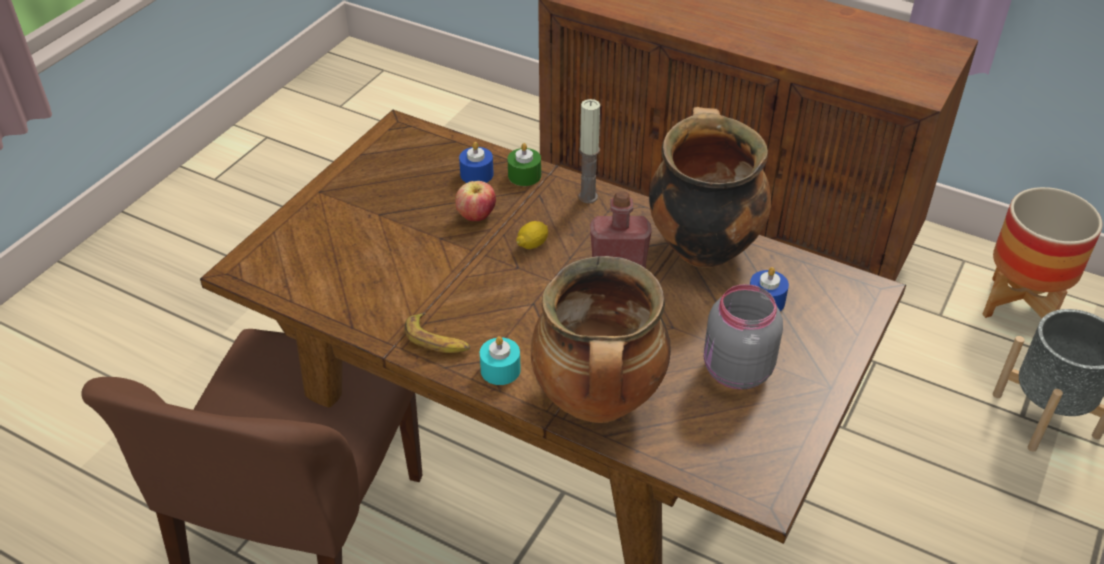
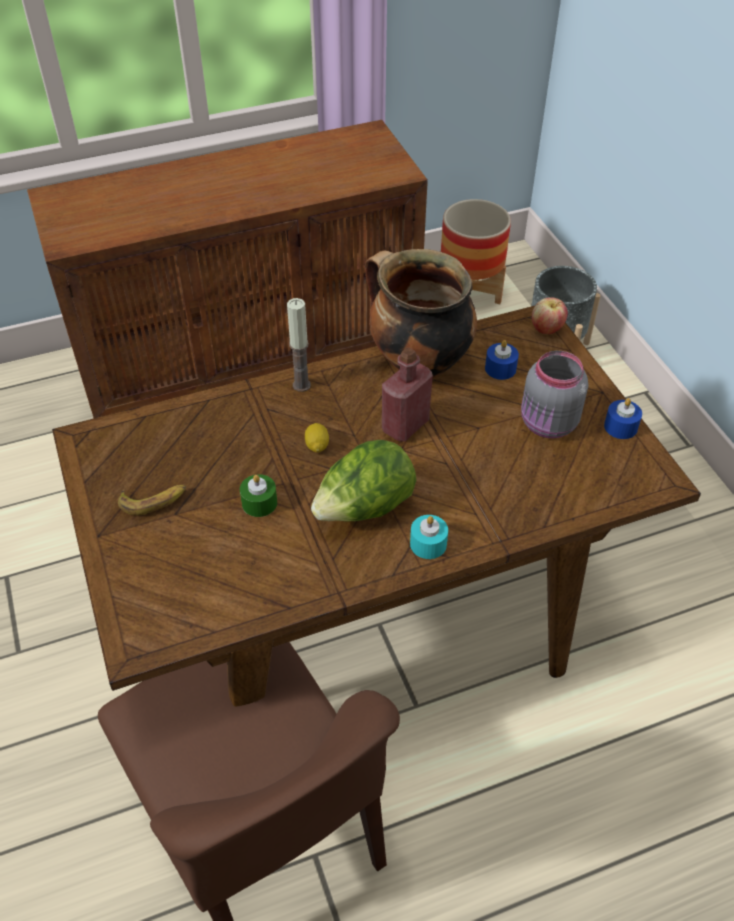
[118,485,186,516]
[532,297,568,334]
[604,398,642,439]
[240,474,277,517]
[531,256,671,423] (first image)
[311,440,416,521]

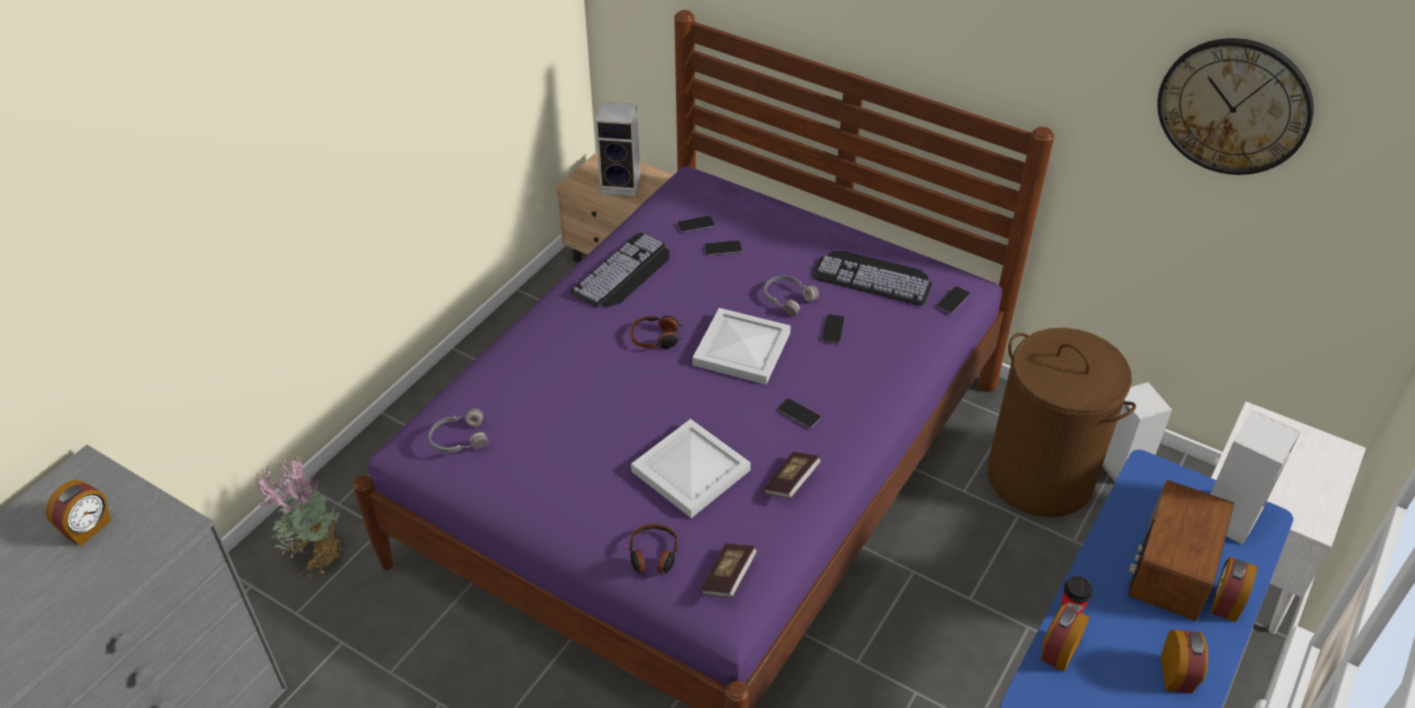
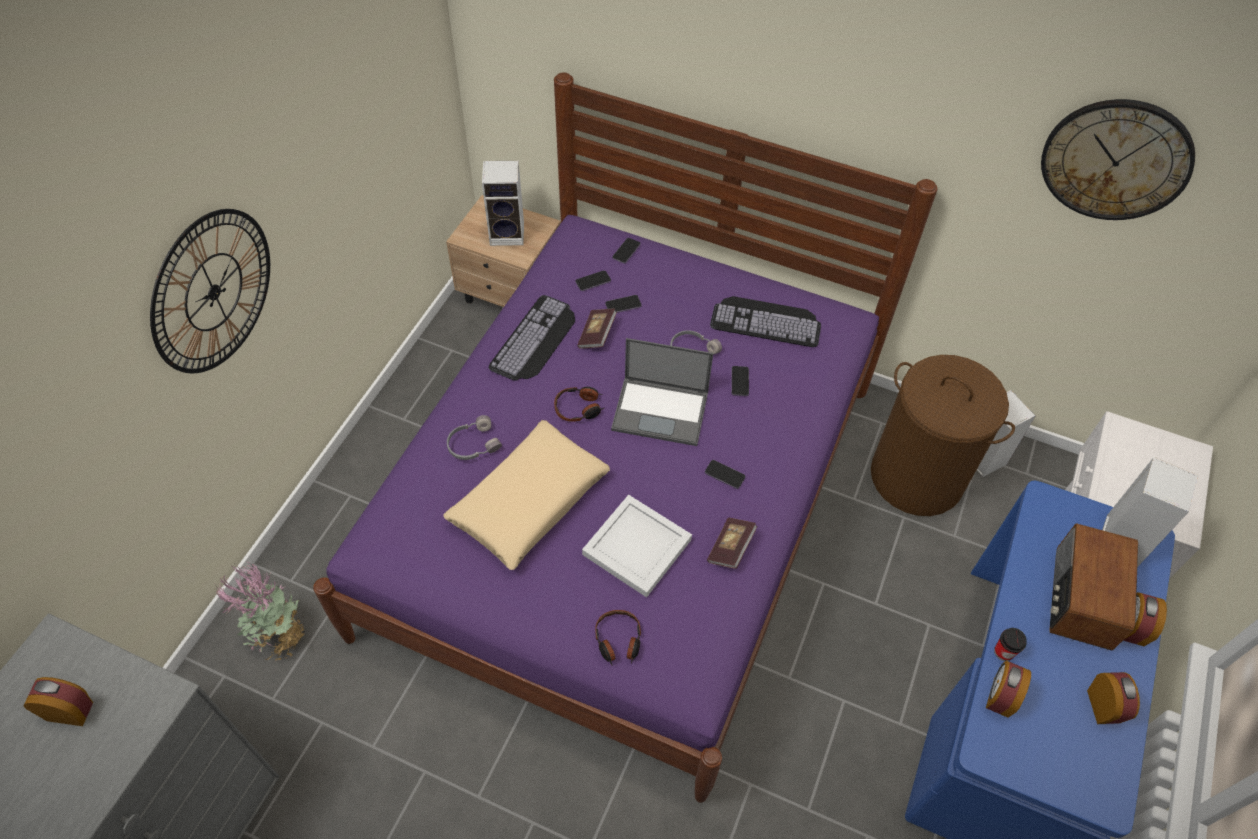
[23,677,93,726]
[447,415,502,460]
[611,338,713,446]
[577,309,617,349]
[612,238,640,264]
[150,209,270,373]
[443,420,610,570]

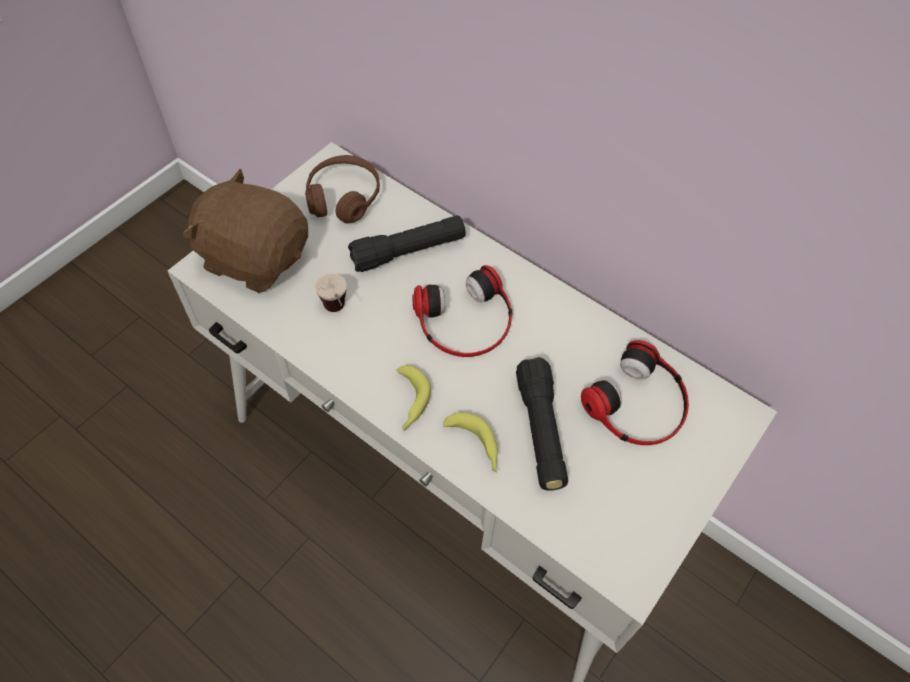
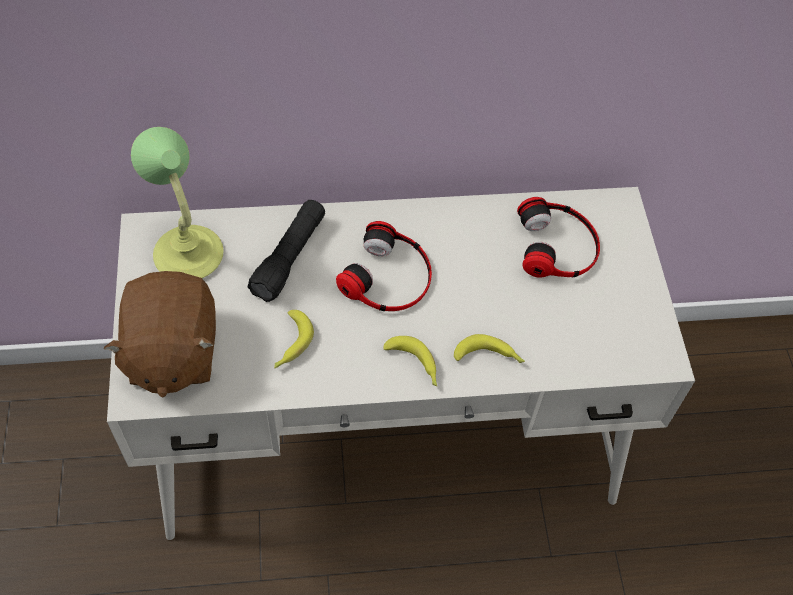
[104,271,216,397]
[131,127,224,278]
[274,310,314,368]
[516,357,568,491] (first image)

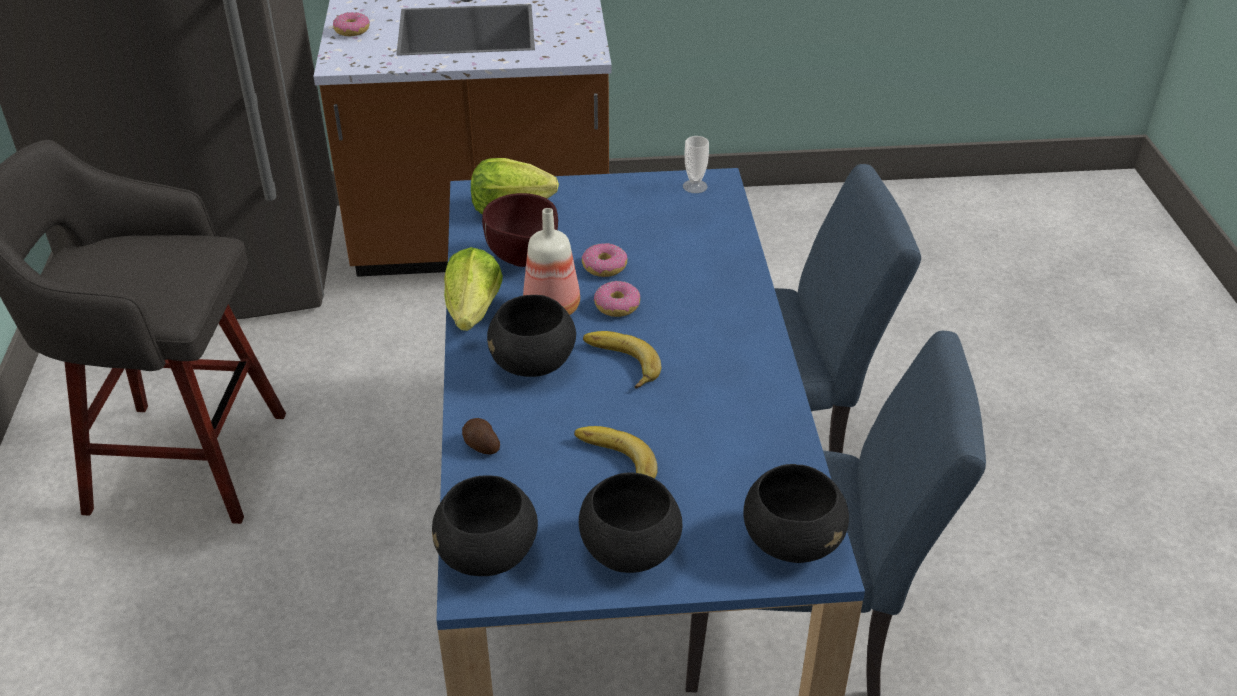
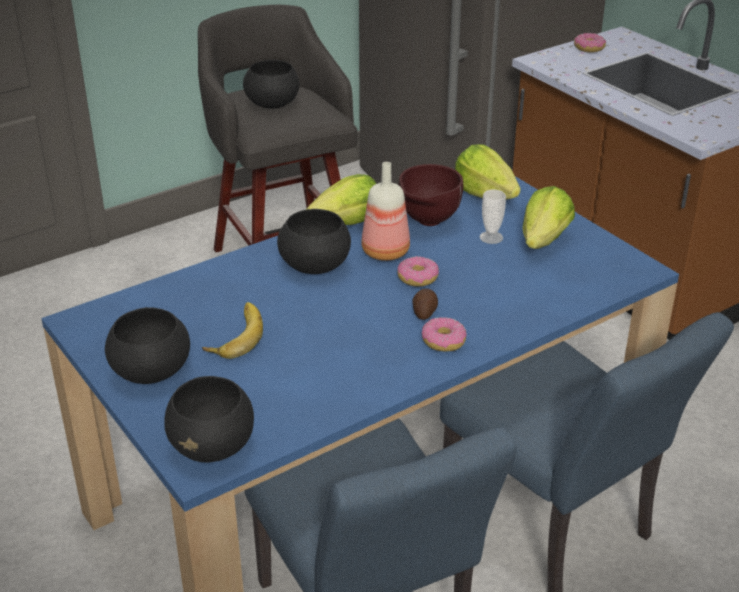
[243,60,300,108]
[412,288,438,320]
[422,317,466,351]
[583,331,661,388] (first image)
[480,189,506,244]
[523,186,575,249]

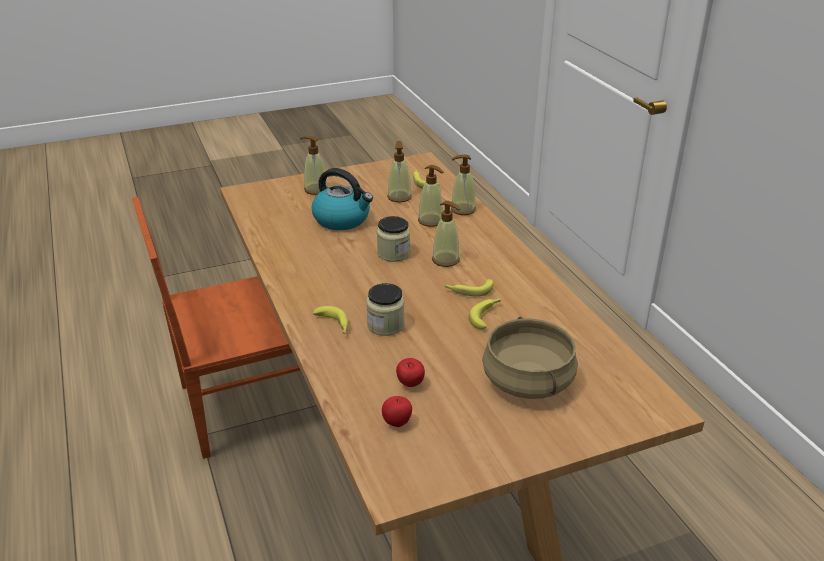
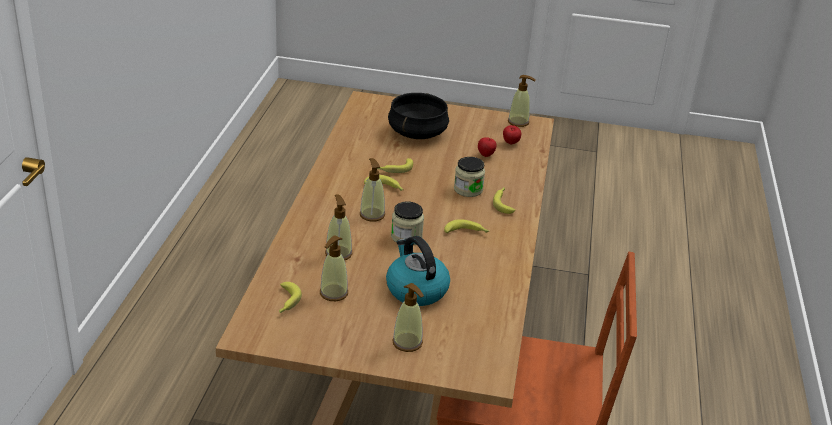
[508,75,536,127]
[388,93,449,139]
[444,219,489,233]

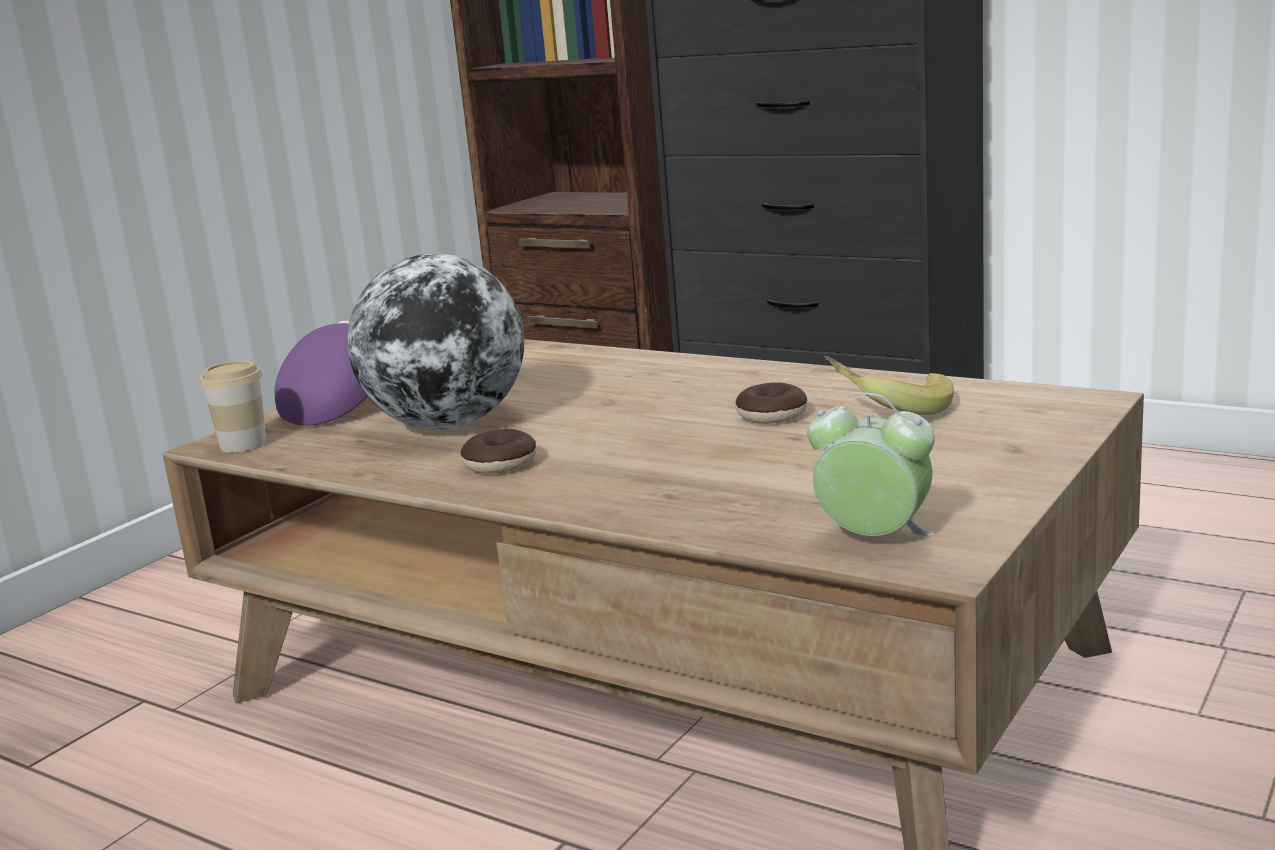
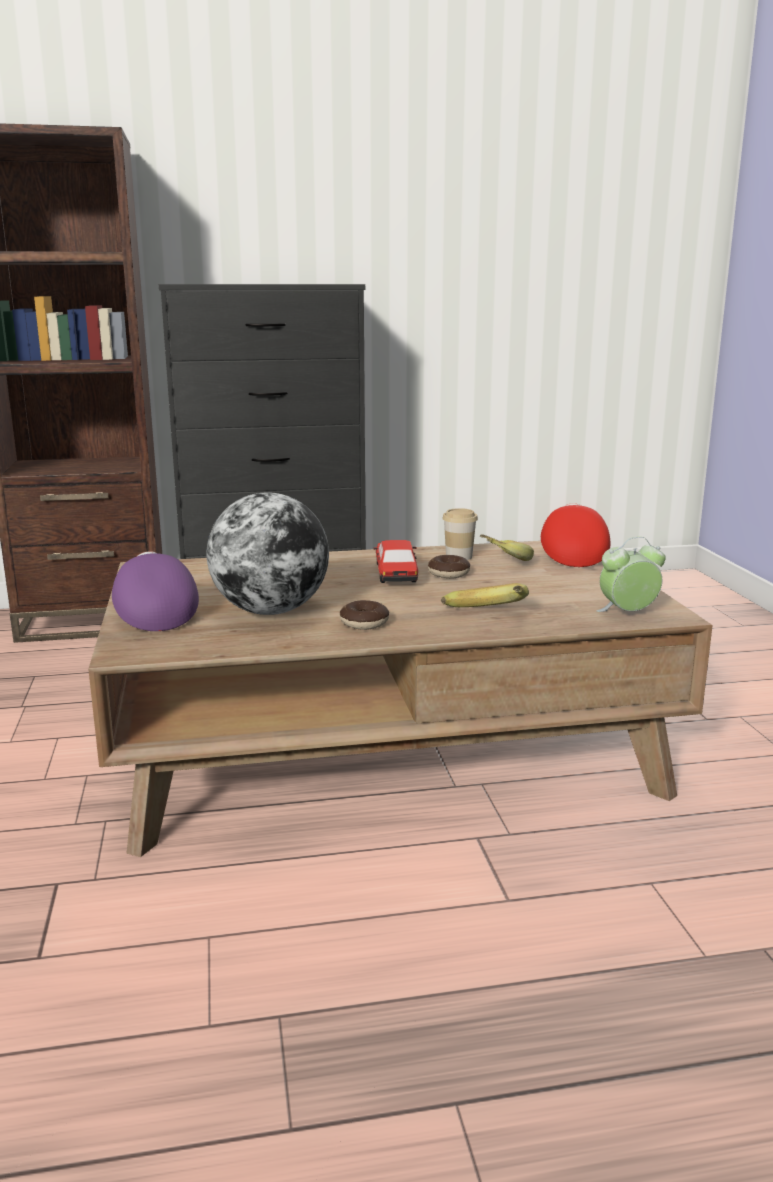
[442,508,478,560]
[373,540,418,583]
[441,583,529,607]
[541,503,611,567]

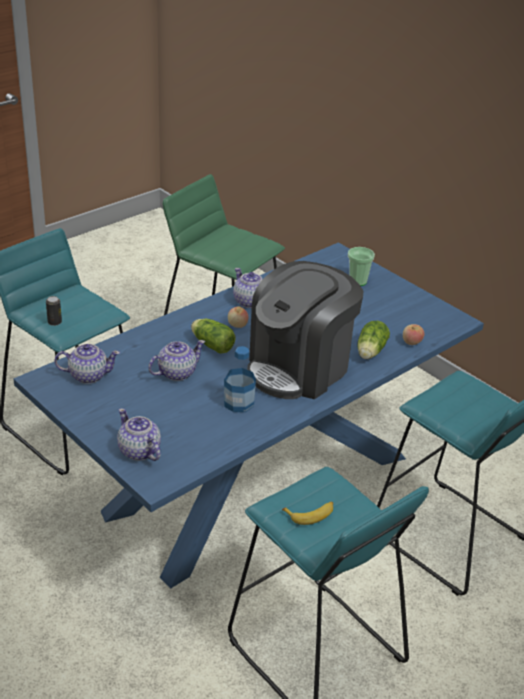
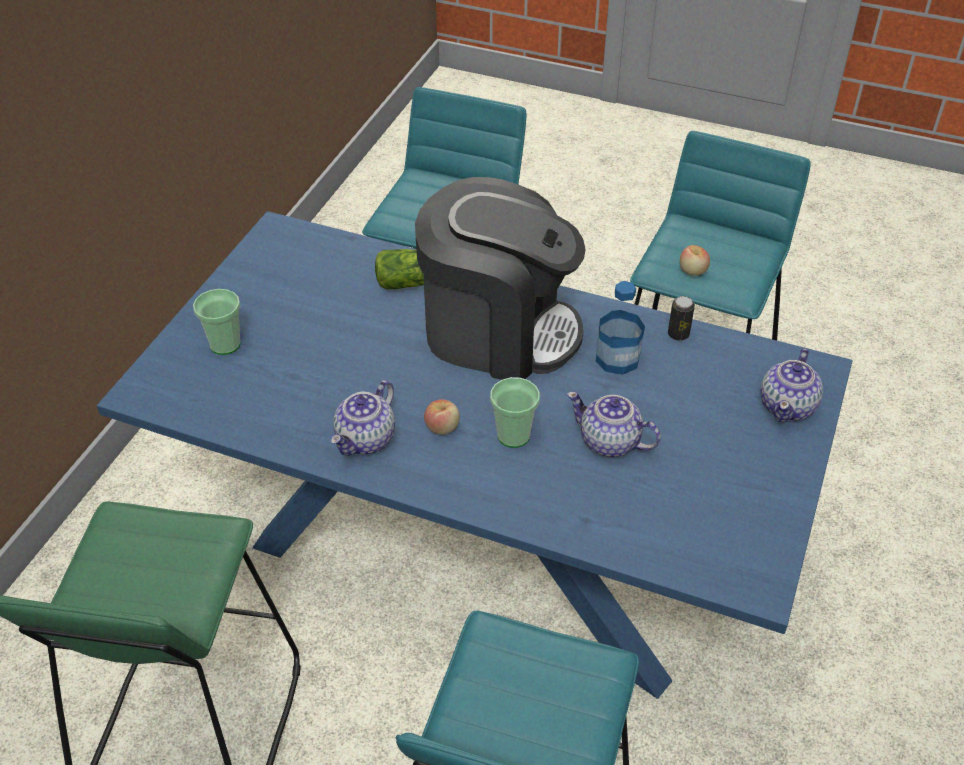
[668,296,695,341]
[54,344,120,384] (first image)
[490,377,540,448]
[282,502,333,525] (first image)
[680,245,710,276]

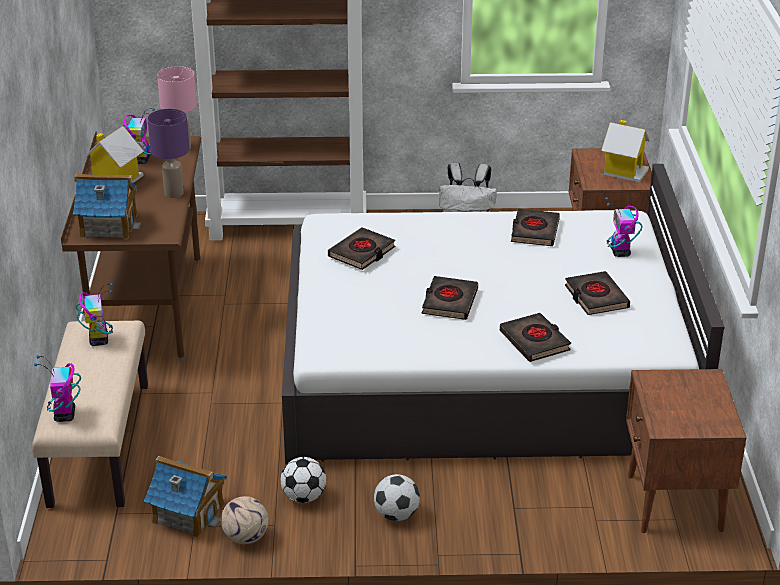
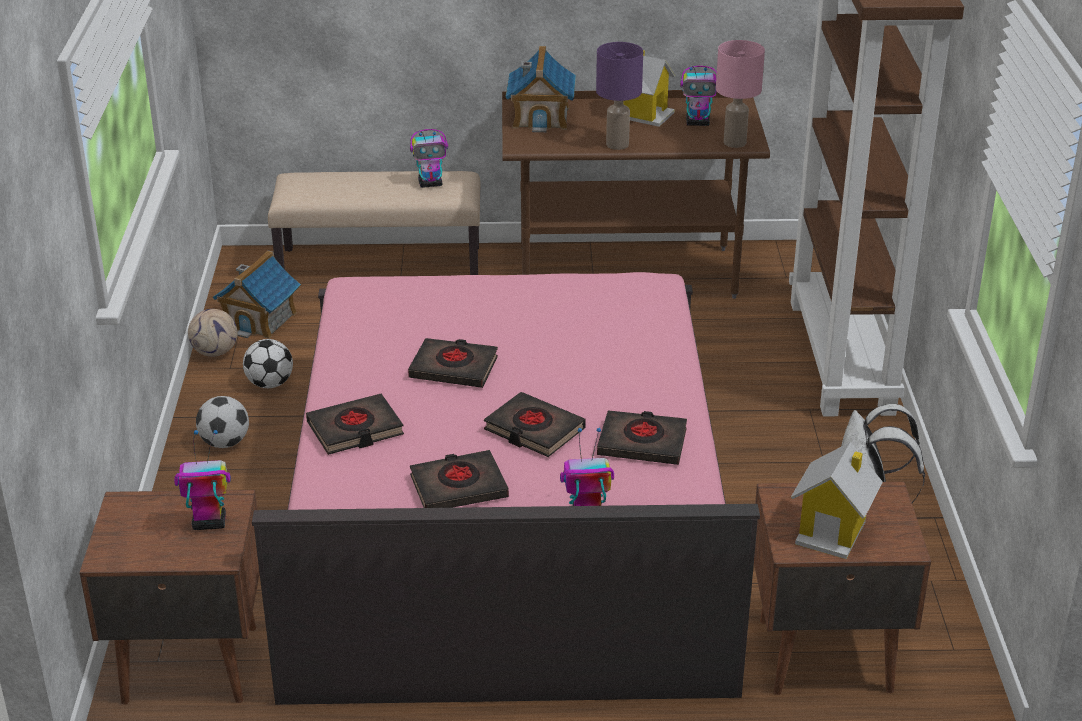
[174,430,231,530]
[252,272,760,705]
[484,392,586,457]

